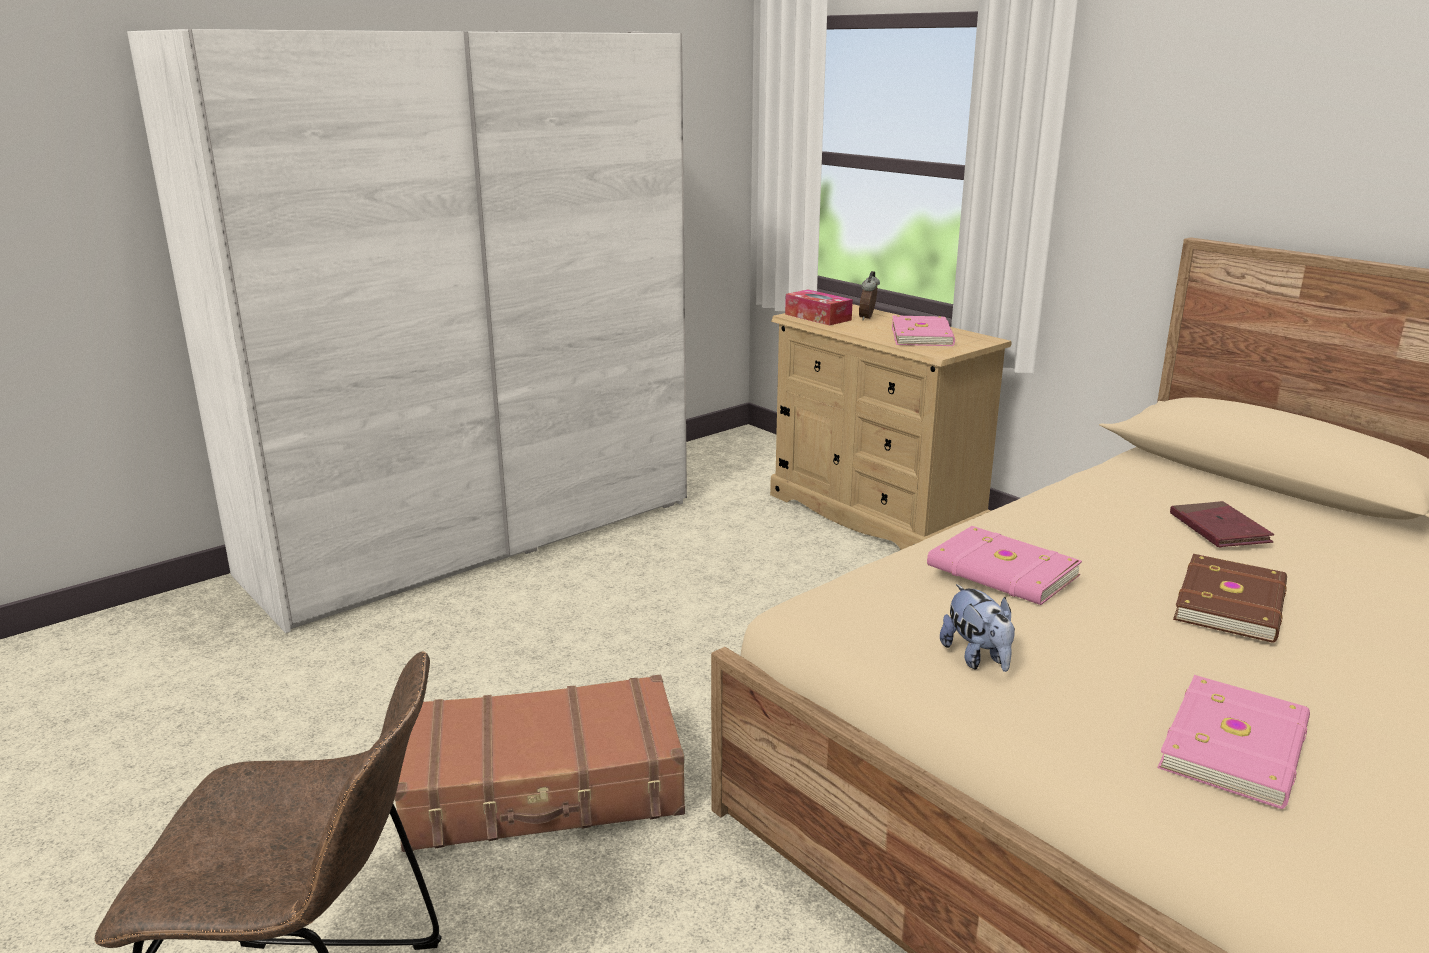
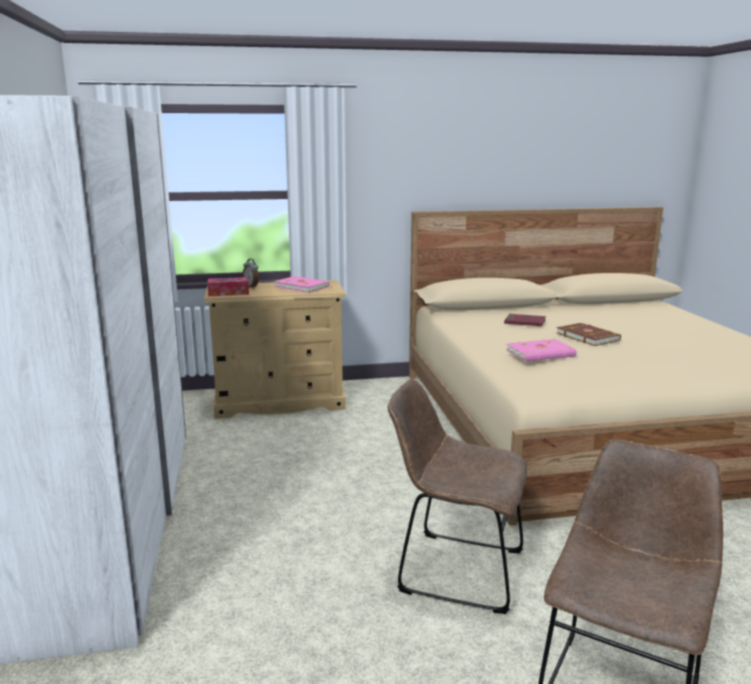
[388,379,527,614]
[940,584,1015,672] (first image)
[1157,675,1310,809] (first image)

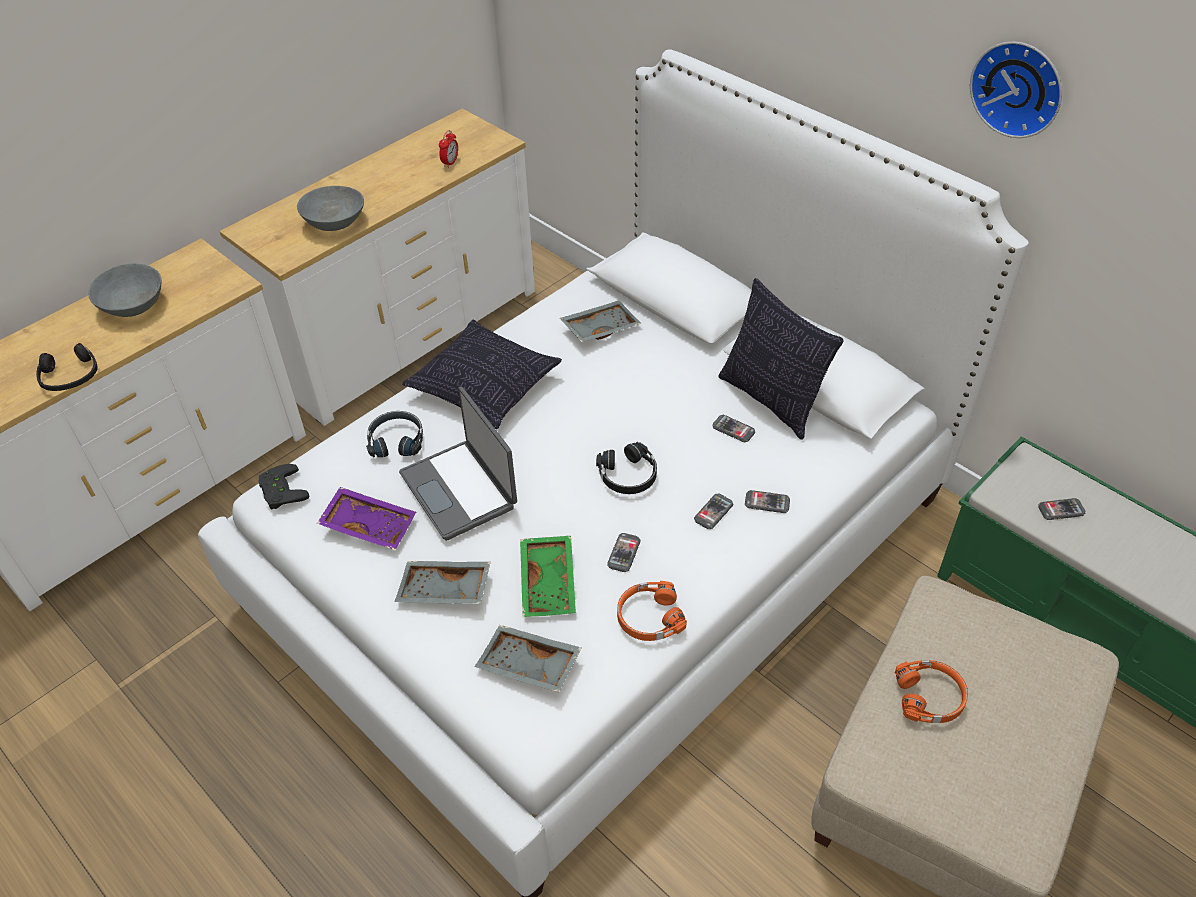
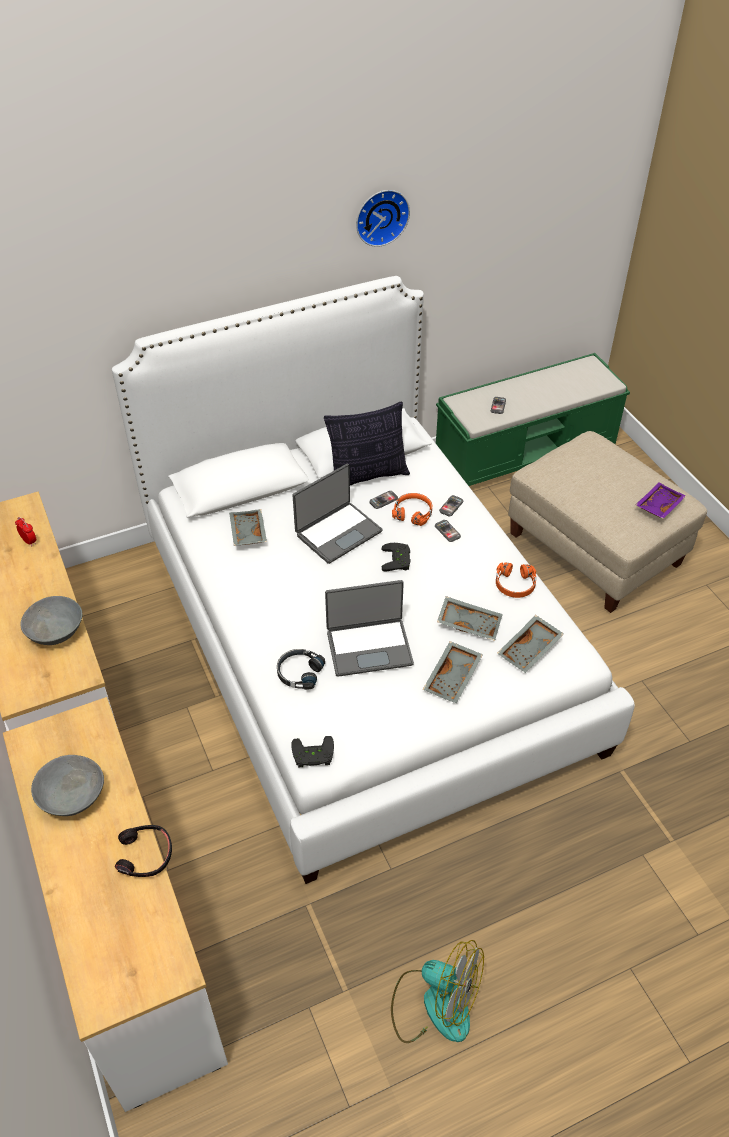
[635,482,686,519]
[402,320,562,429] (first image)
[437,596,503,641]
[382,543,410,572]
[607,533,641,572] (first image)
[392,493,432,526]
[292,464,383,564]
[391,940,484,1043]

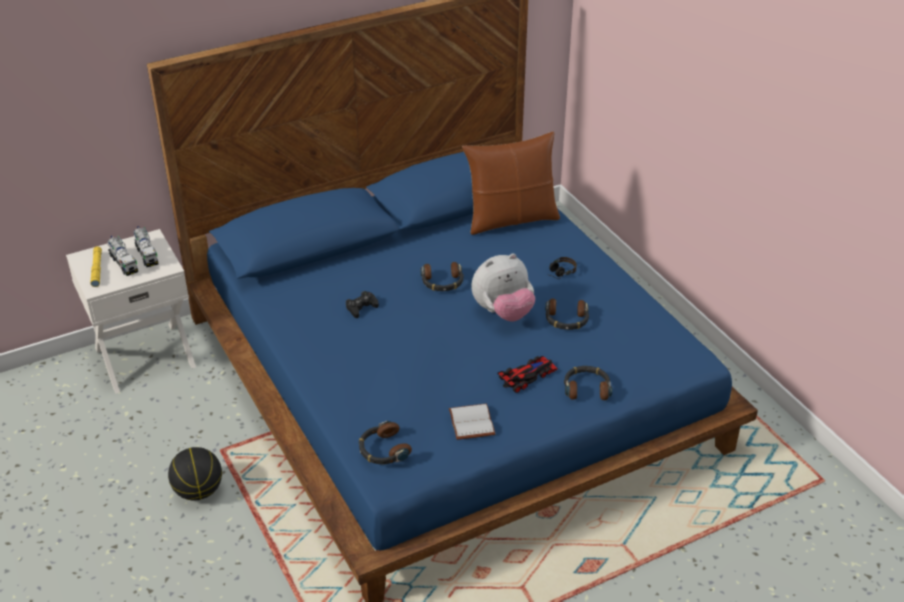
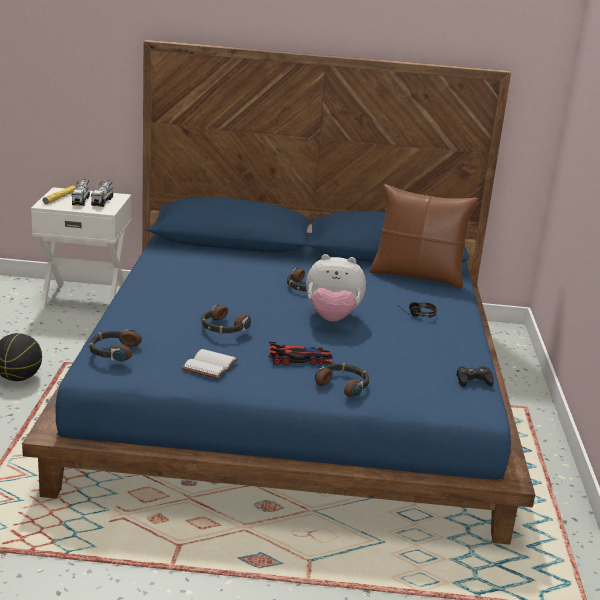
[456,366,494,387]
[201,305,251,334]

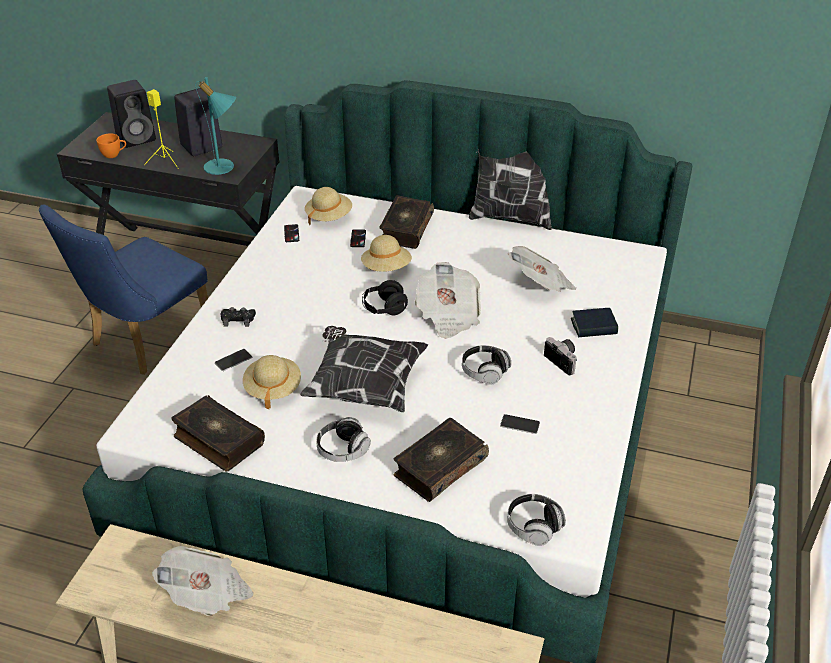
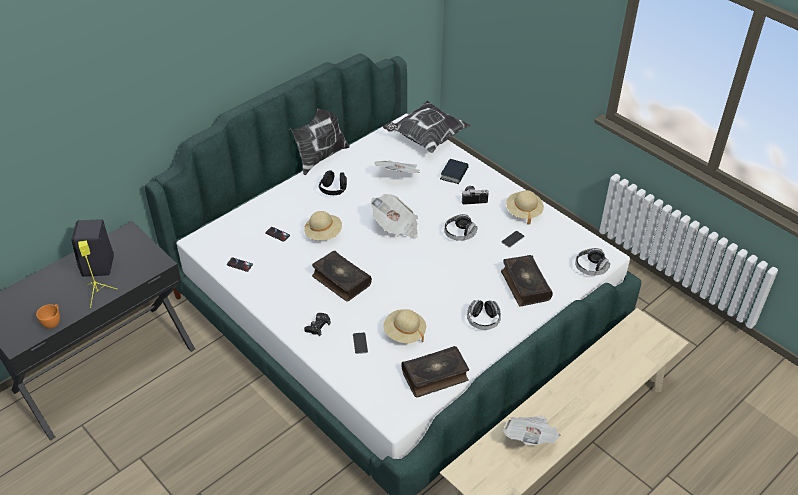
[39,205,208,375] (first image)
[107,80,156,148] (first image)
[195,77,236,175] (first image)
[383,101,471,153]
[506,190,544,225]
[319,170,347,195]
[312,250,372,302]

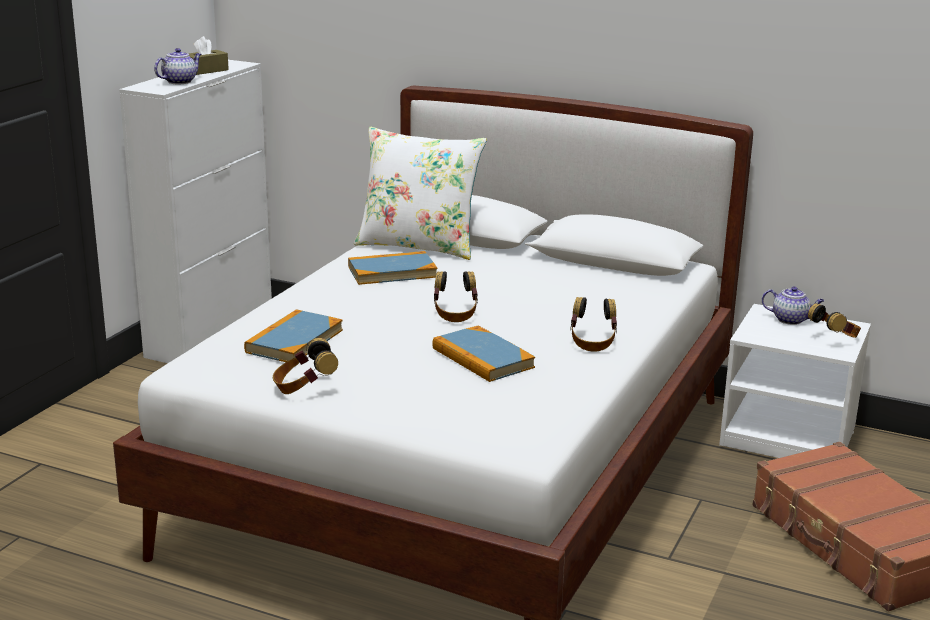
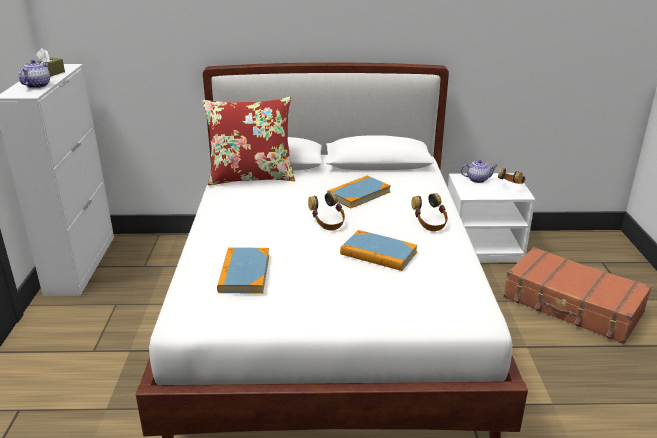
[273,338,338,394] (first image)
[327,176,391,208]
[203,97,295,186]

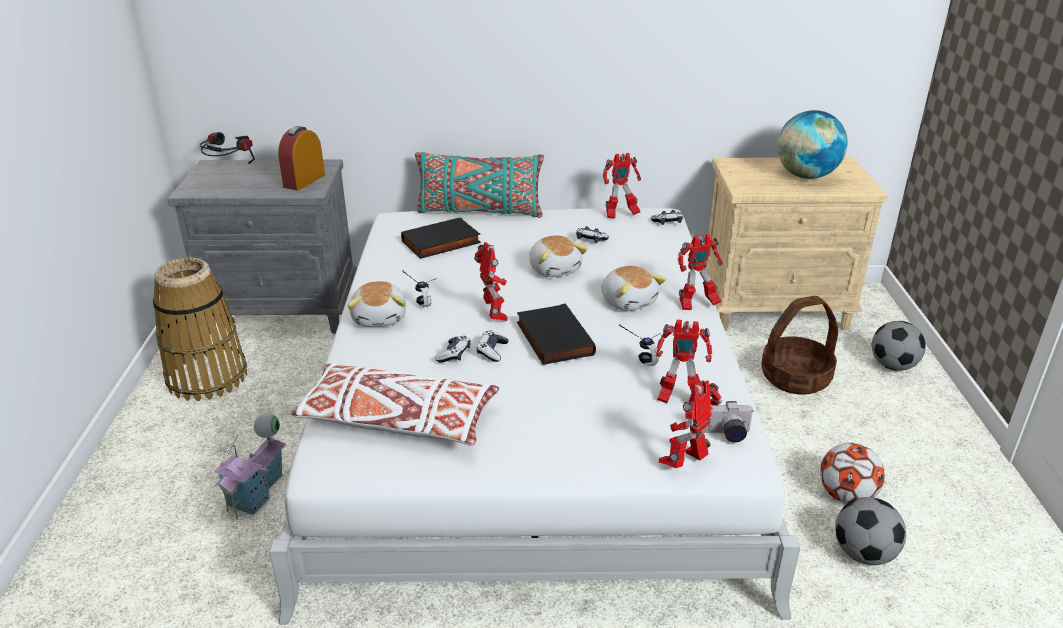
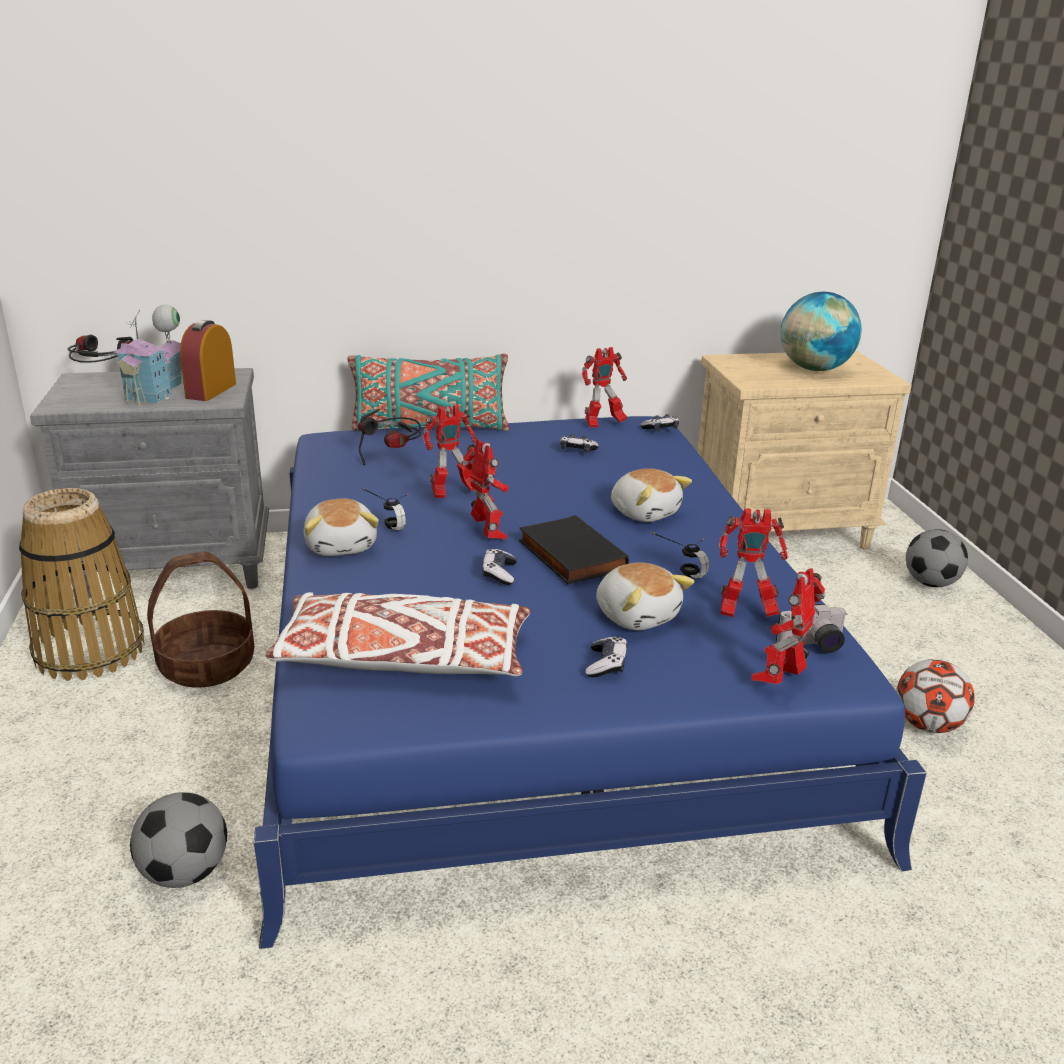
[113,304,183,406]
[254,416,927,949]
[358,409,421,465]
[585,636,628,677]
[596,562,694,630]
[423,404,477,498]
[147,551,255,688]
[130,792,227,888]

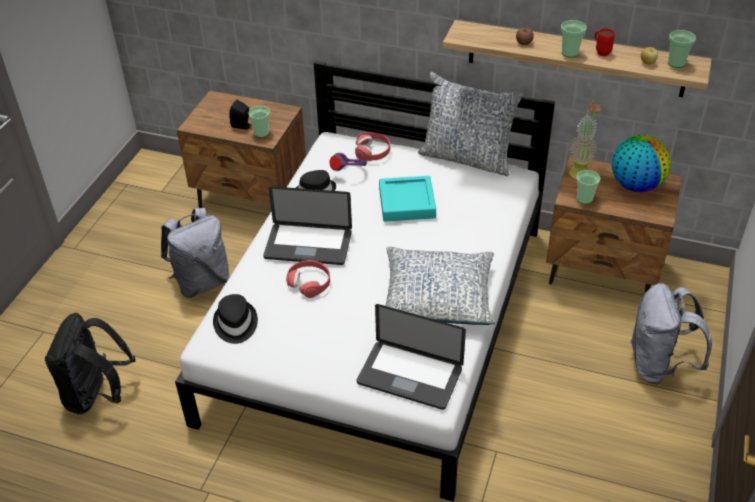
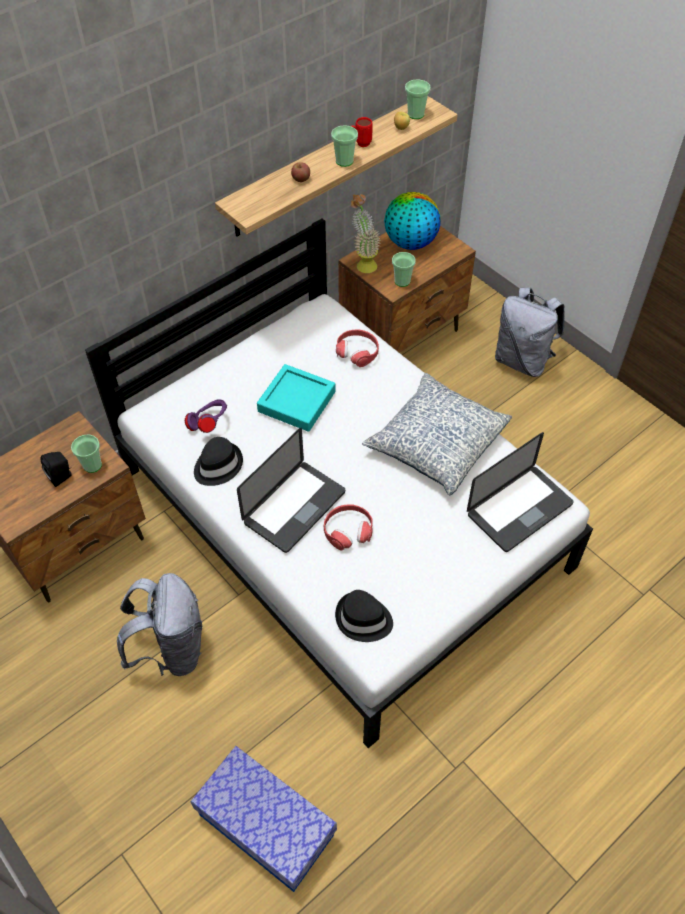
[190,746,337,892]
[336,329,379,367]
[418,72,523,176] (first image)

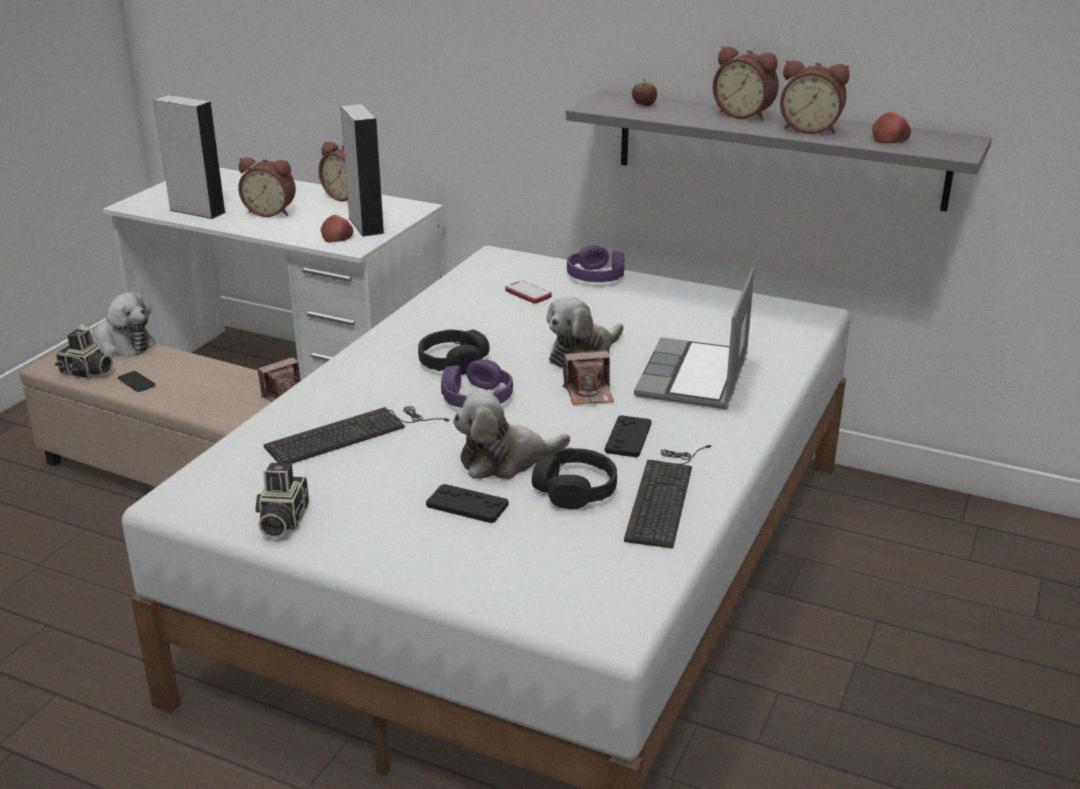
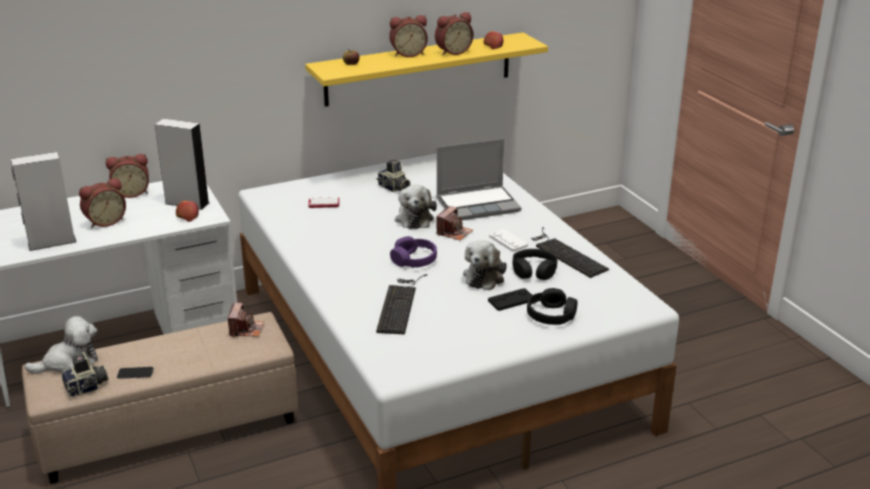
[377,159,411,192]
[527,288,578,325]
[305,32,548,107]
[567,245,624,282] (first image)
[489,229,528,252]
[436,139,522,220]

